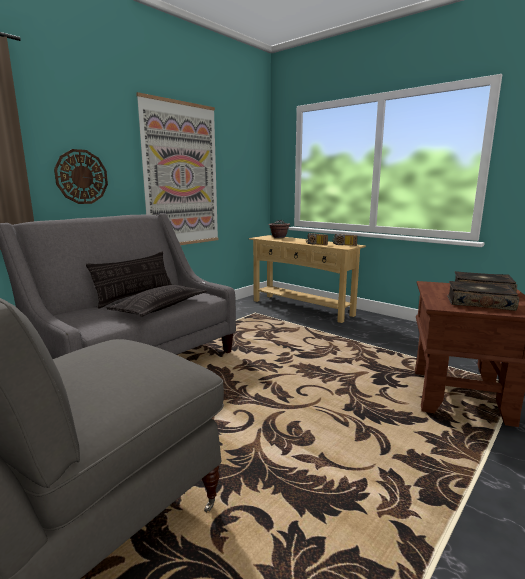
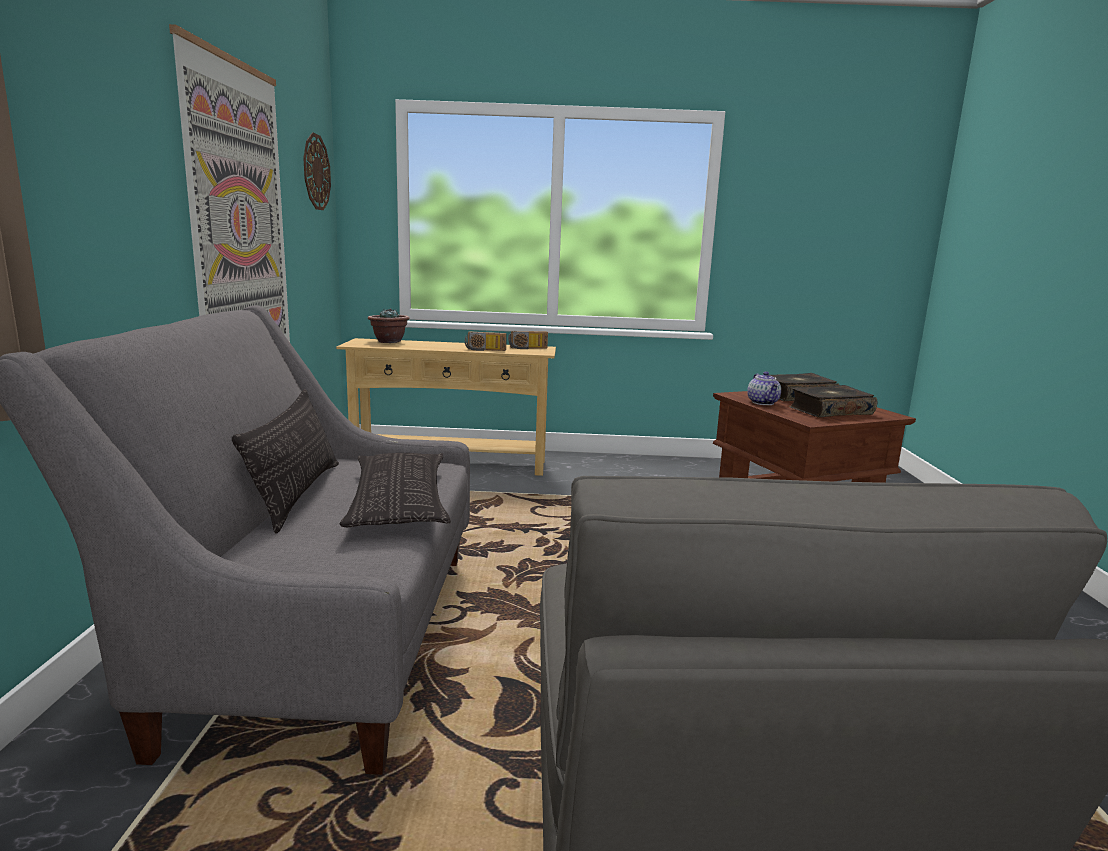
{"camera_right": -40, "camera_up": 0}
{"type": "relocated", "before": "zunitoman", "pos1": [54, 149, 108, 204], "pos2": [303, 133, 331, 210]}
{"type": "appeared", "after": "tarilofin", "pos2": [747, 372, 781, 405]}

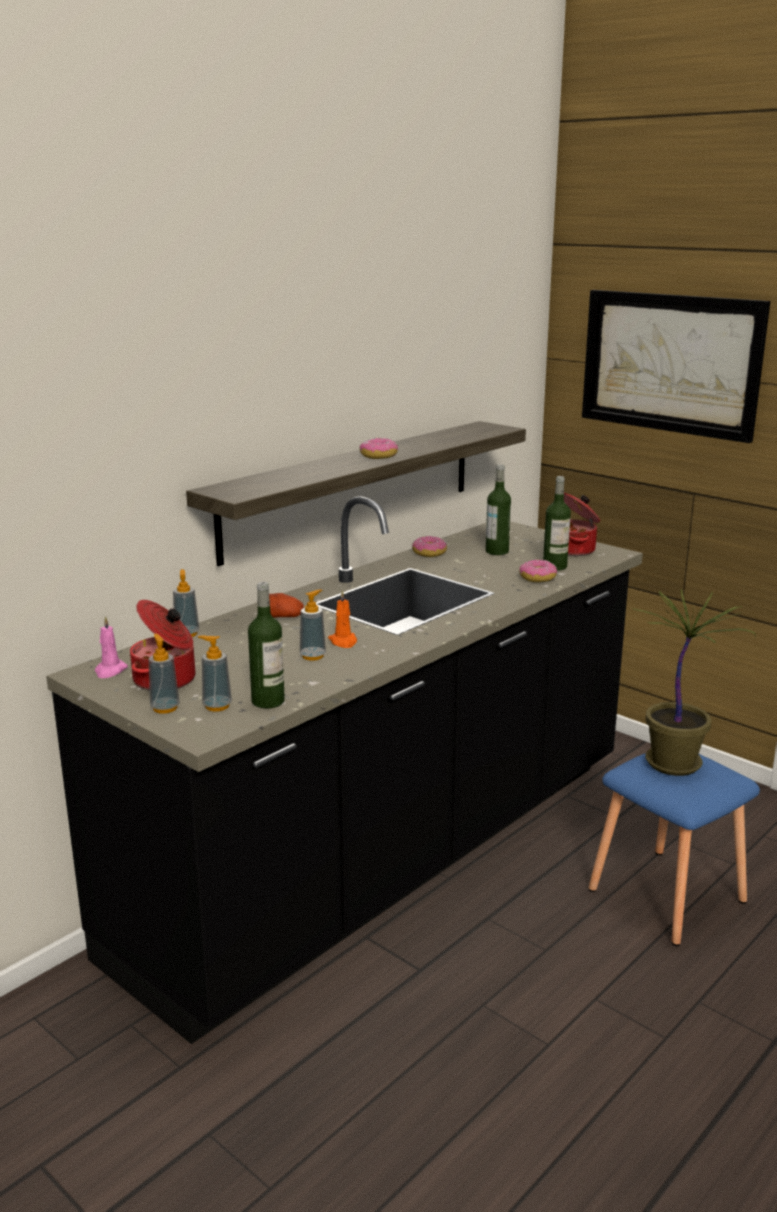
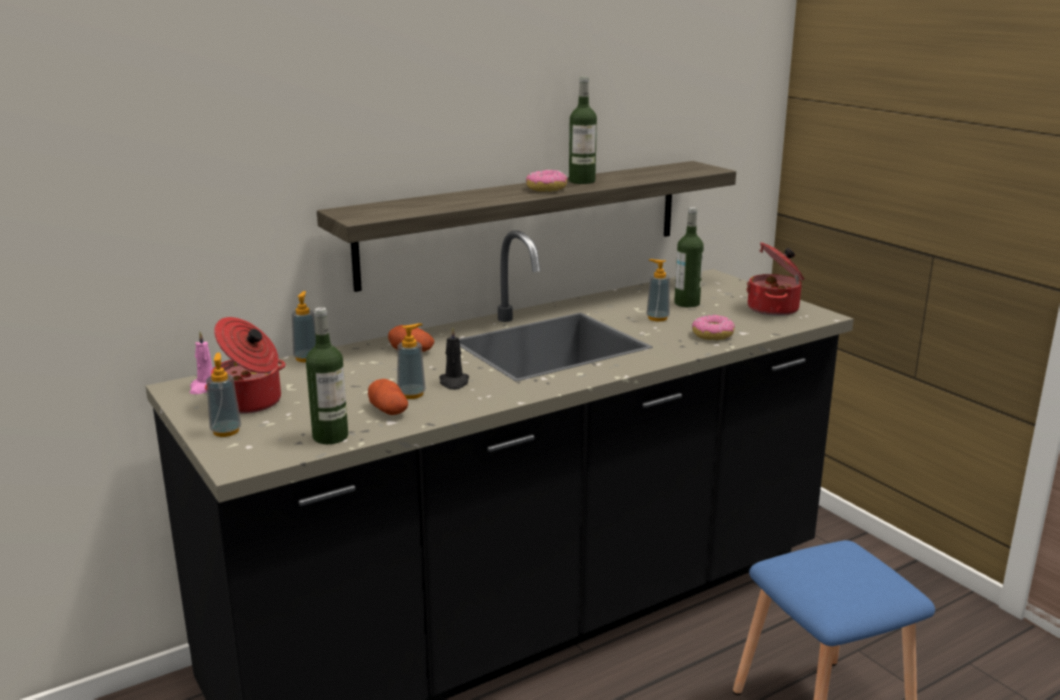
{"camera_right": 15, "camera_up": 0}
{"type": "relocated", "before": "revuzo", "pos1": [198, 635, 232, 712], "pos2": [646, 259, 670, 322]}
{"type": "colour", "before": "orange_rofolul", "after": "black_rofolul", "pos1": [328, 590, 357, 648], "pos2": [440, 326, 469, 390]}
{"type": "missing", "before": "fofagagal", "pos1": [412, 536, 447, 557]}
{"type": "relocated", "before": "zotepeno", "pos1": [543, 476, 571, 571], "pos2": [569, 77, 597, 184]}
{"type": "missing", "before": "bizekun", "pos1": [582, 290, 770, 443]}
{"type": "missing", "before": "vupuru", "pos1": [632, 589, 756, 776]}
{"type": "appeared", "after": "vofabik", "pos2": [368, 379, 408, 415]}

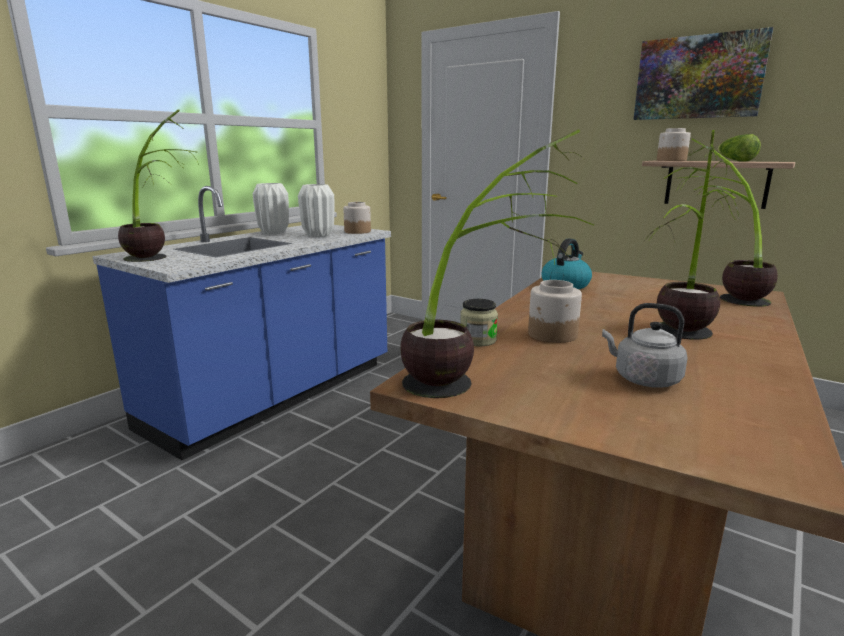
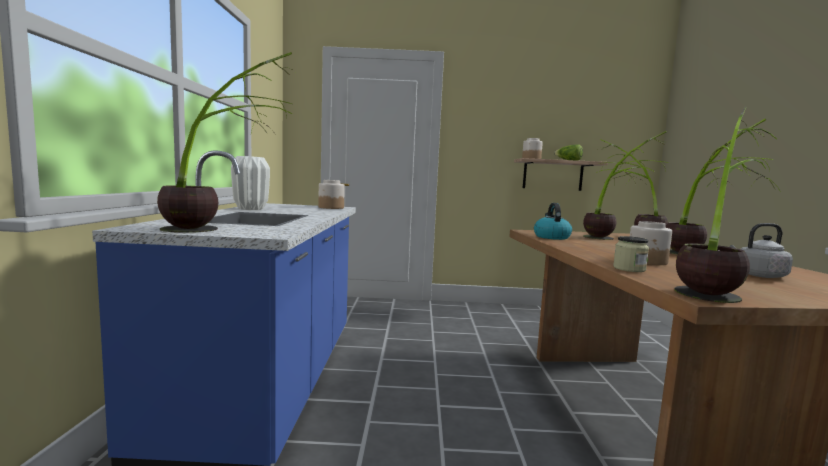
{"camera_right": -35, "camera_up": -10}
{"type": "missing", "before": "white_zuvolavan", "pos1": [298, 184, 334, 237]}
{"type": "missing", "before": "bizekun", "pos1": [633, 27, 774, 120]}
{"type": "appeared", "after": "vupuru", "pos2": [583, 131, 669, 240]}

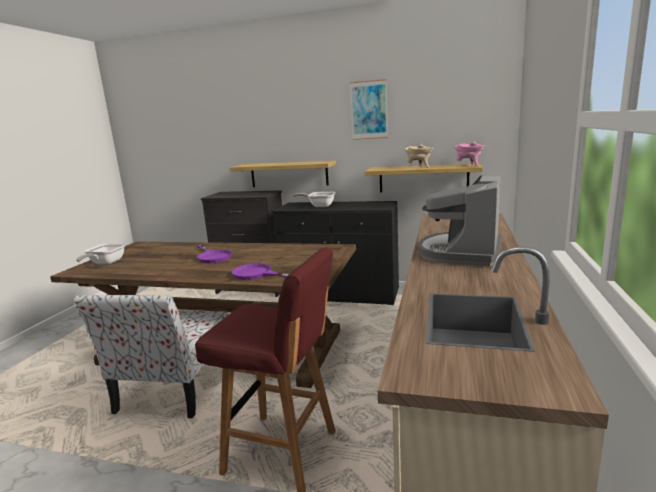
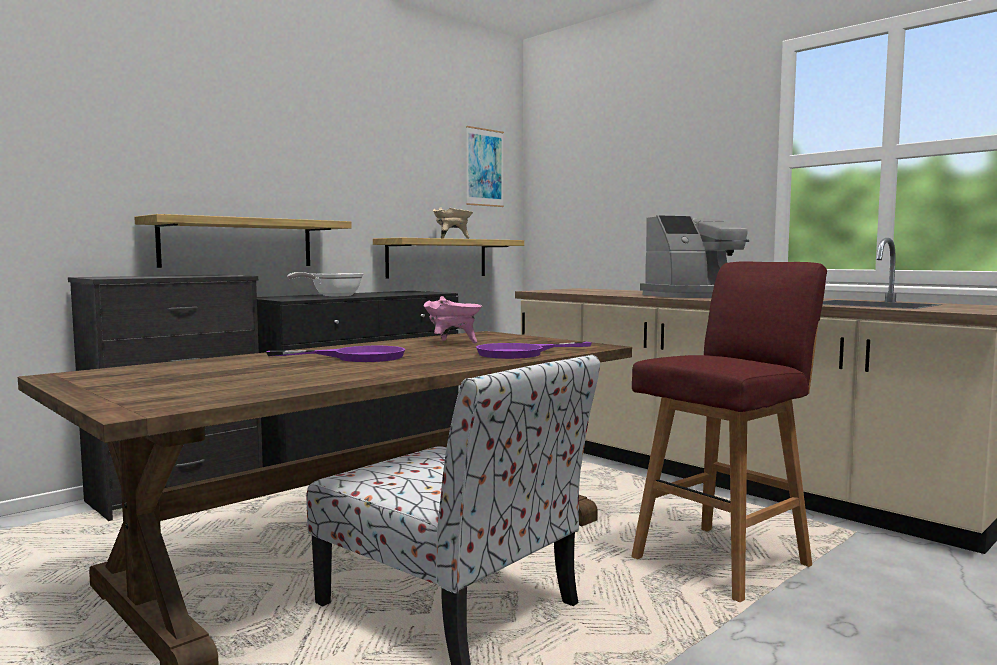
{"camera_right": -60, "camera_up": -10}
{"type": "missing", "before": "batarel", "pos1": [76, 243, 125, 264]}
{"type": "relocated", "before": "bizekun", "pos1": [350, 79, 388, 140], "pos2": [466, 126, 504, 207]}
{"type": "spun", "before": "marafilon", "pos1": [418, 175, 502, 266], "pos2": [640, 215, 749, 298], "turn": -75}
{"type": "relocated", "before": "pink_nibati", "pos1": [455, 141, 485, 166], "pos2": [423, 296, 482, 343]}

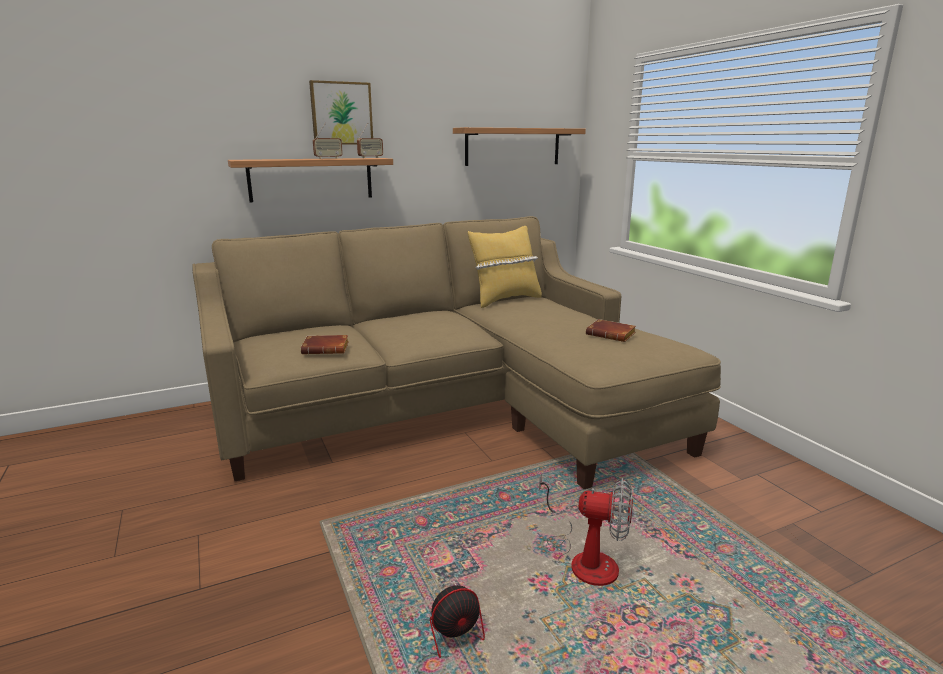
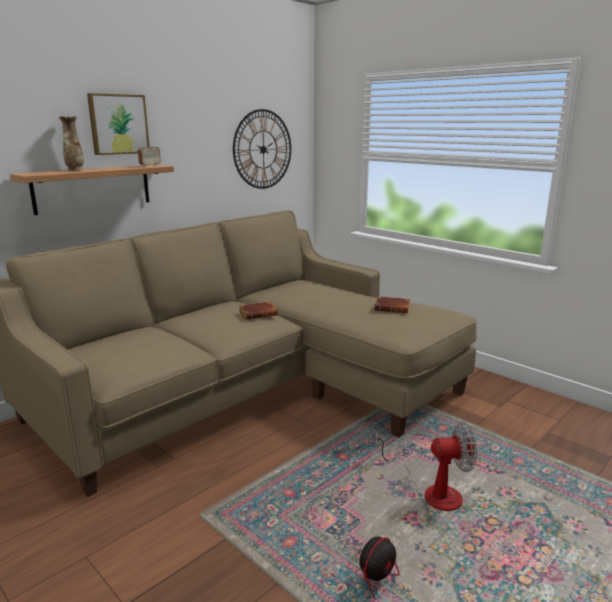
{"camera_right": -20, "camera_up": 0}
{"type": "relocated", "before": "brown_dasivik", "pos1": [301, 335, 349, 354], "pos2": [239, 301, 278, 320]}
{"type": "missing", "before": "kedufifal", "pos1": [313, 123, 343, 159]}
{"type": "exchanged", "before": "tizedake", "after": "zunitoman", "pos1": [453, 127, 586, 166], "pos2": [233, 109, 291, 189]}
{"type": "missing", "before": "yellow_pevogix", "pos1": [468, 226, 542, 308]}
{"type": "appeared", "after": "zuvolavan", "pos2": [59, 116, 84, 171]}

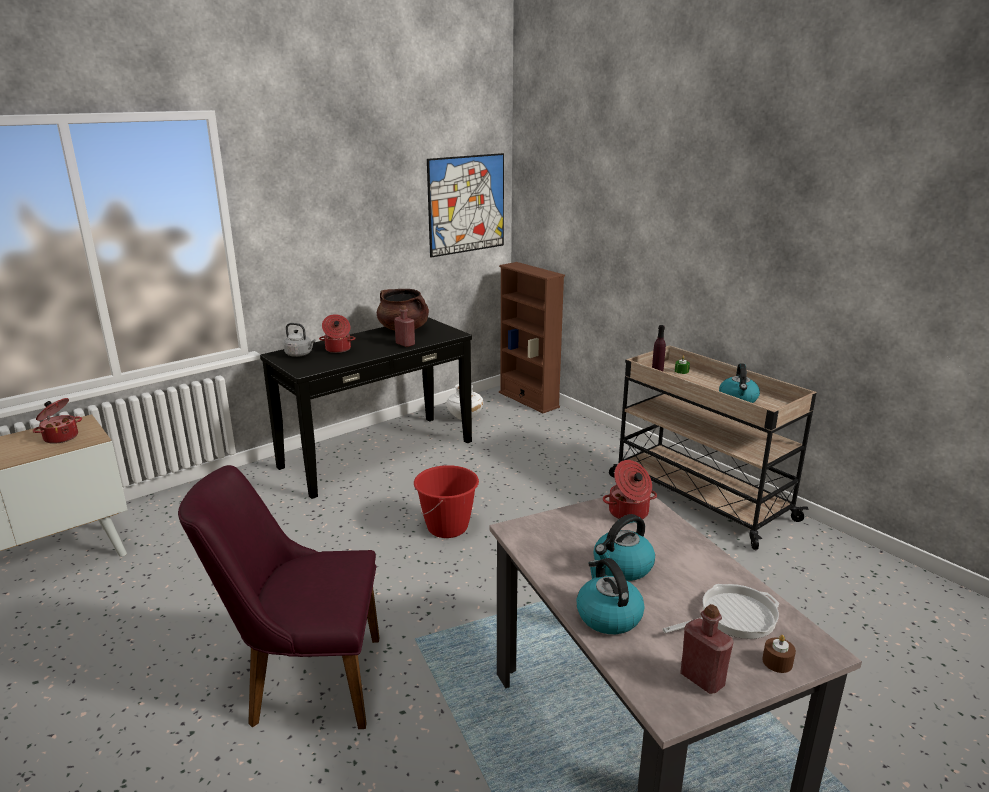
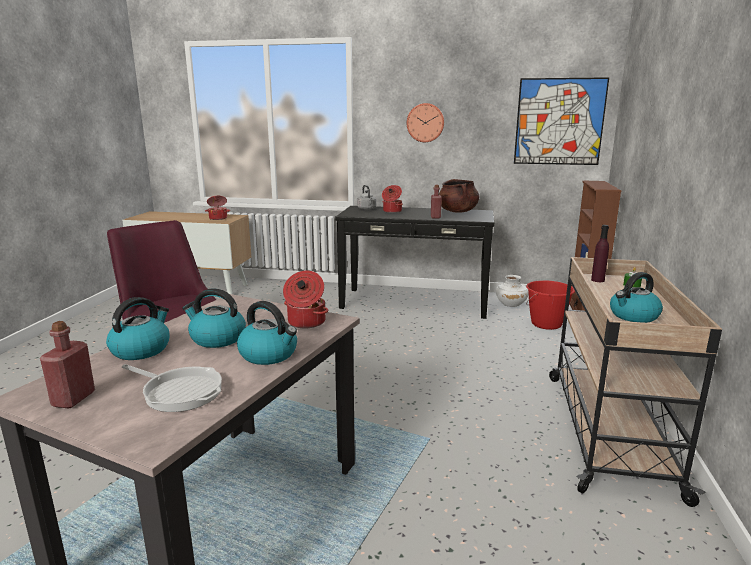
{"camera_right": 50, "camera_up": -5}
{"type": "relocated", "before": "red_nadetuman", "pos1": [414, 465, 479, 538], "pos2": [526, 280, 575, 330]}
{"type": "missing", "before": "brown_rofolul", "pos1": [762, 635, 796, 673]}
{"type": "appeared", "after": "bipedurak", "pos2": [237, 301, 297, 365]}
{"type": "appeared", "after": "zunitoman", "pos2": [407, 103, 444, 142]}

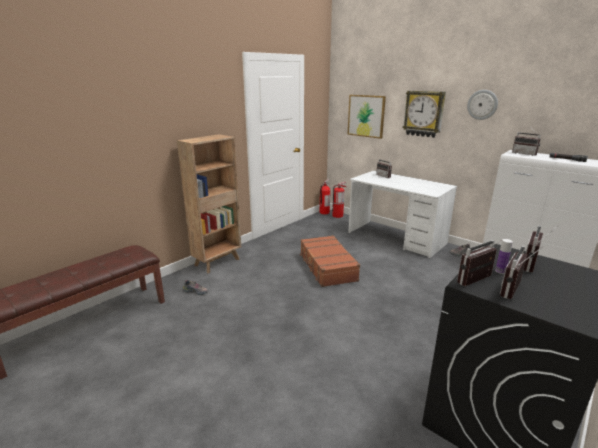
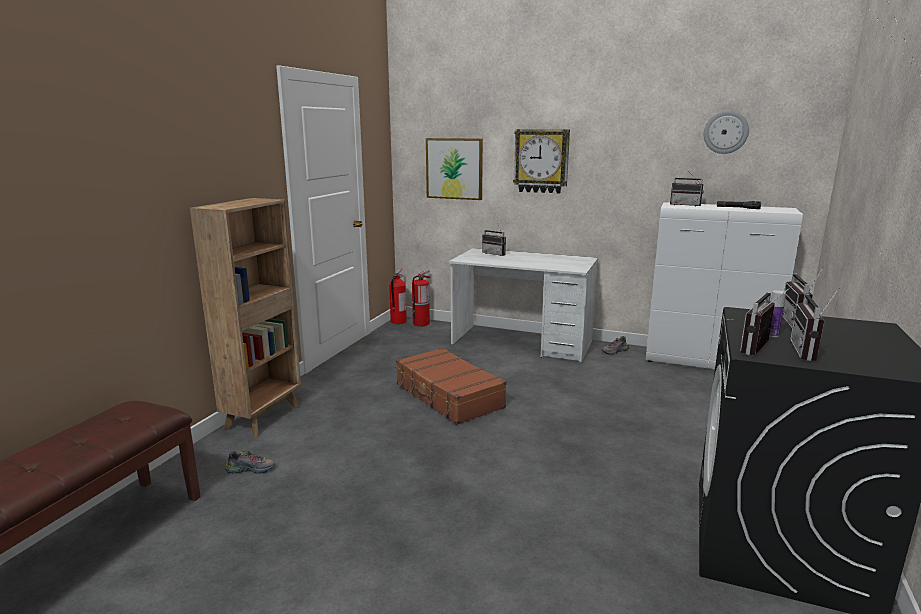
{"camera_right": -20, "camera_up": -5}
{"type": "relocated", "before": "zunitoman", "pos1": [467, 90, 498, 120], "pos2": [704, 111, 749, 154]}

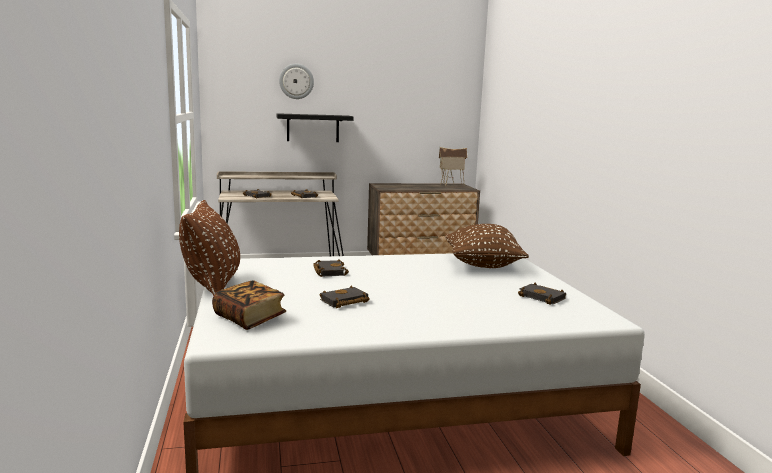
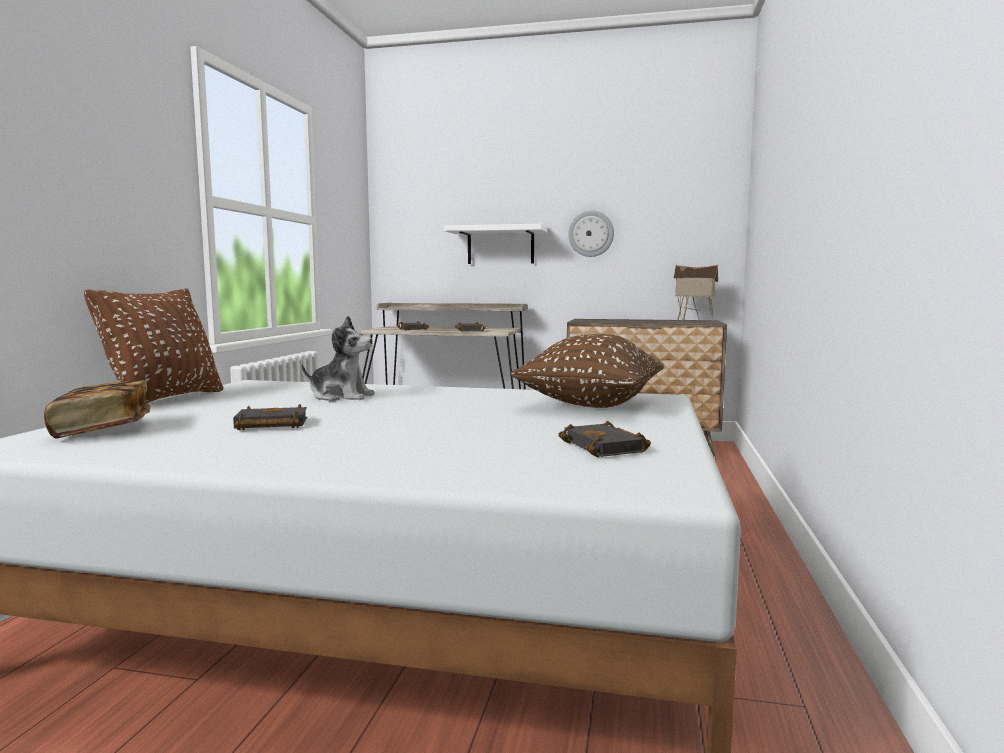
{"camera_right": 25, "camera_up": -5}
{"type": "colour", "before": "black_tizedake", "after": "white_tizedake", "pos1": [277, 113, 354, 142], "pos2": [444, 224, 548, 264]}
{"type": "relocated", "before": "zunitoman", "pos1": [279, 64, 314, 99], "pos2": [568, 211, 614, 257]}
{"type": "exchanged", "before": "black_dasivik", "after": "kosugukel", "pos1": [313, 259, 349, 277], "pos2": [301, 316, 375, 401]}

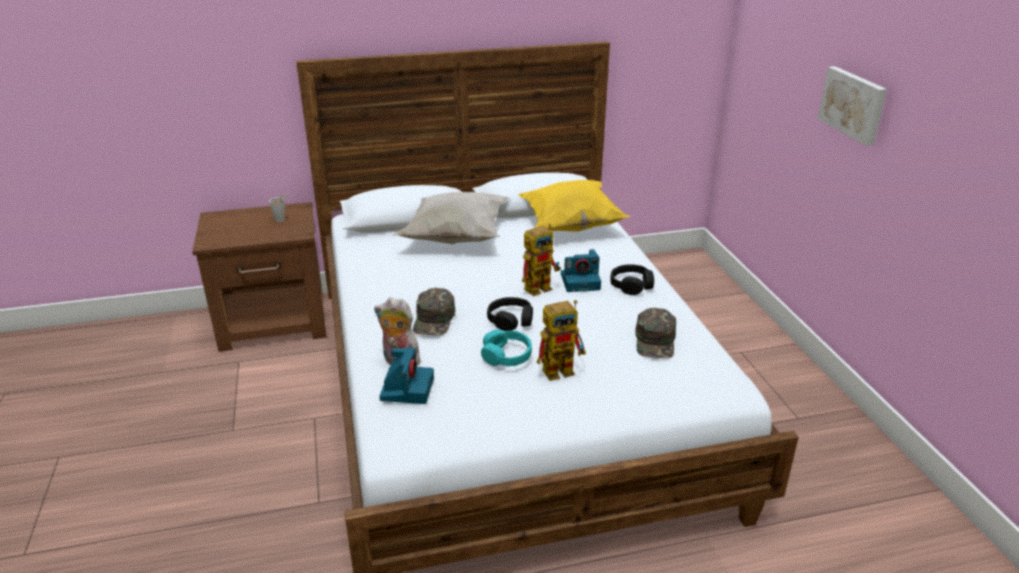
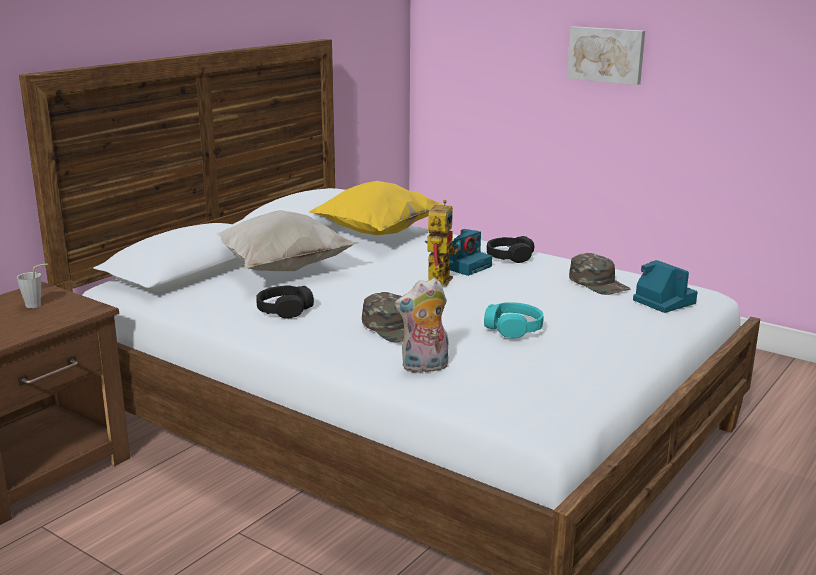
{"camera_right": -40, "camera_up": -10}
{"type": "relocated", "before": "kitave", "pos1": [379, 347, 434, 404], "pos2": [633, 260, 698, 313]}
{"type": "relocated", "before": "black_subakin", "pos1": [487, 297, 533, 331], "pos2": [256, 286, 314, 318]}
{"type": "missing", "before": "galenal", "pos1": [537, 300, 586, 381]}

